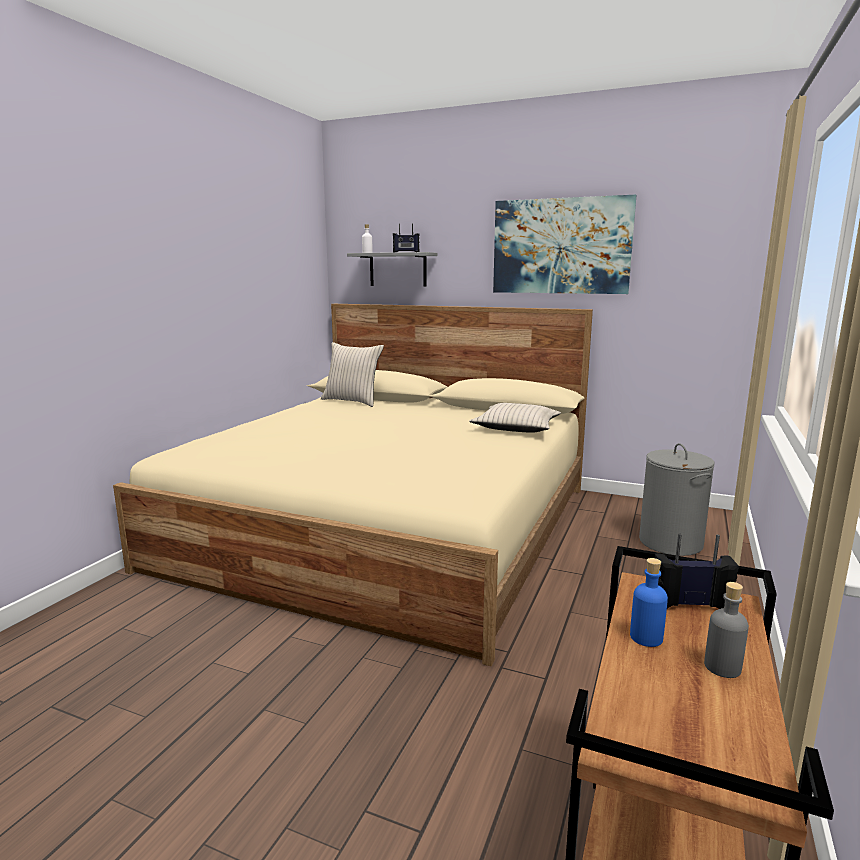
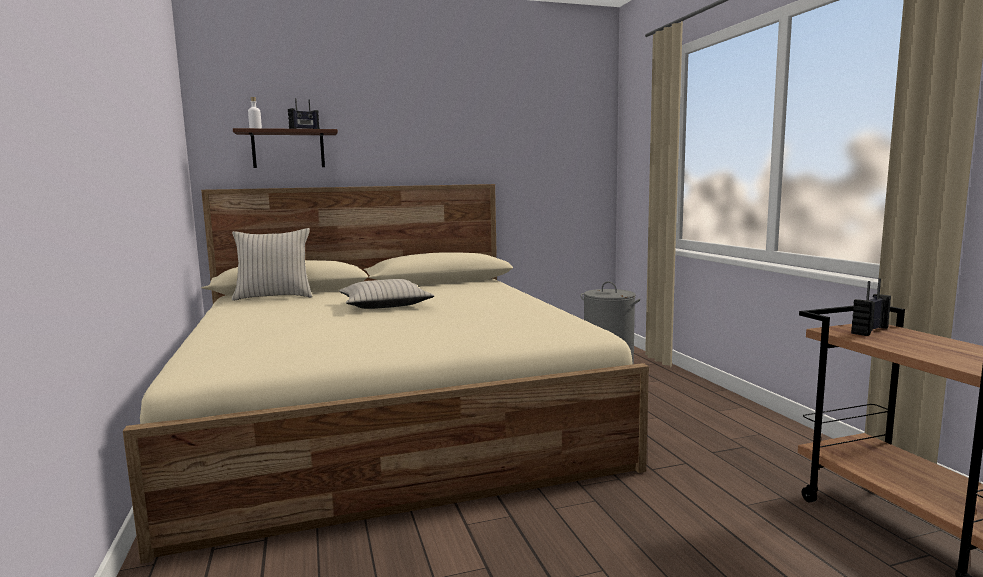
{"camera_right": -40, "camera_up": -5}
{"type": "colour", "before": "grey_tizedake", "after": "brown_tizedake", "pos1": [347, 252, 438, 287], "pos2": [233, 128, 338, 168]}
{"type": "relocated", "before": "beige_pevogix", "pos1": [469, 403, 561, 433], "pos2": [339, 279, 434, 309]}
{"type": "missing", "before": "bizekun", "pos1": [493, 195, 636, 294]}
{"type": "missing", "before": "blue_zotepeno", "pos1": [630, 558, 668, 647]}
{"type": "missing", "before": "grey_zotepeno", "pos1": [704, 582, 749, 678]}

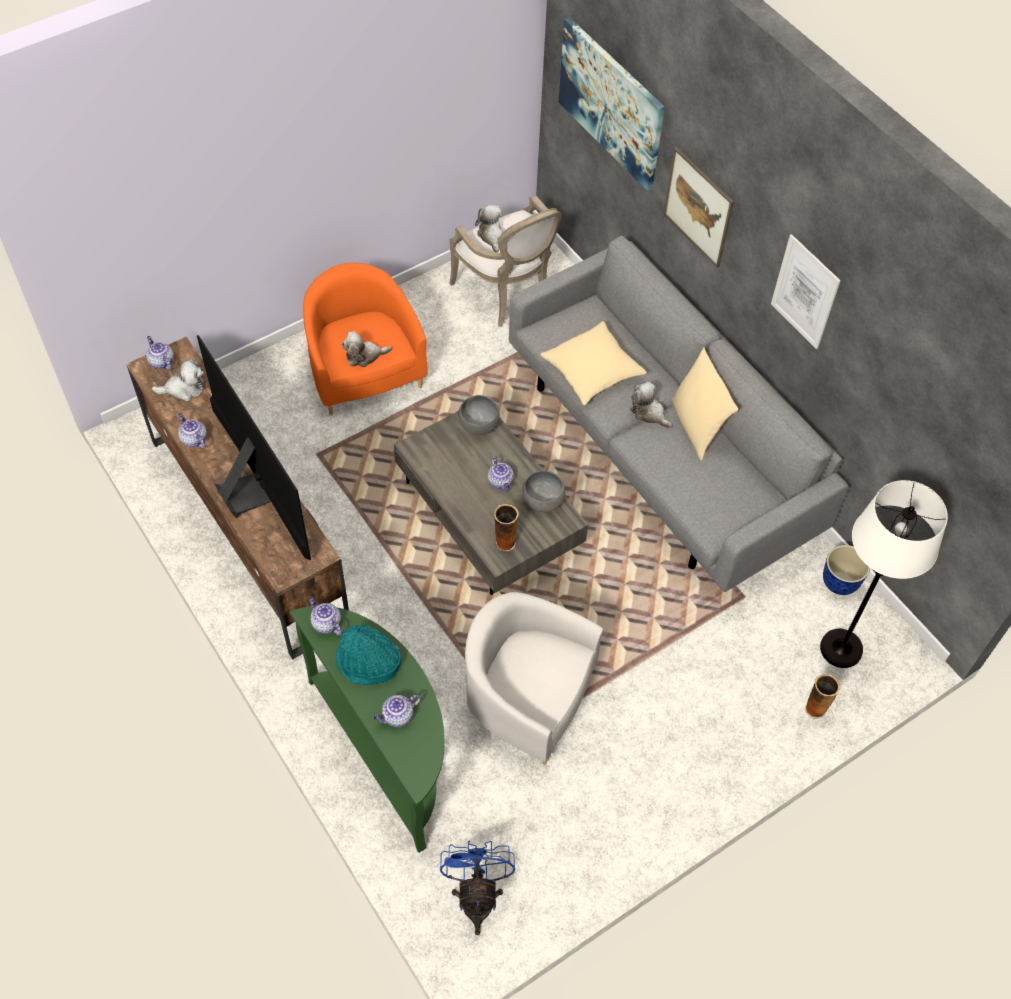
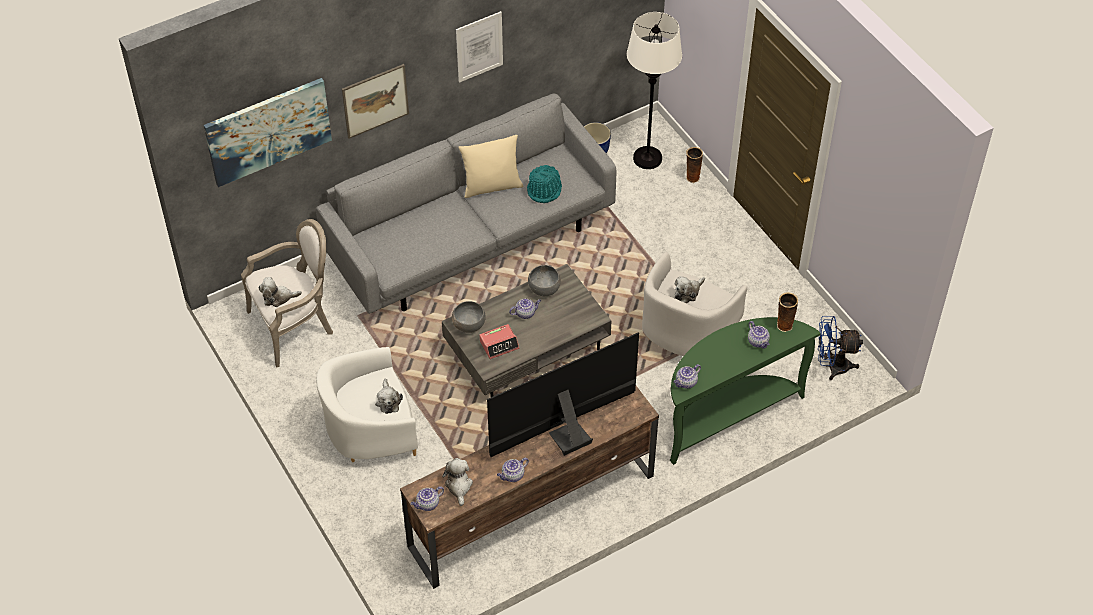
{"camera_right": -85, "camera_up": -5}
{"type": "colour", "before": "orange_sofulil", "after": "white_sofulil", "pos1": [303, 263, 427, 415], "pos2": [316, 347, 418, 462]}
{"type": "relocated", "before": "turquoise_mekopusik", "pos1": [336, 624, 401, 685], "pos2": [527, 165, 562, 203]}
{"type": "relocated", "before": "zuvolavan", "pos1": [494, 504, 519, 551], "pos2": [777, 292, 798, 332]}
{"type": "missing", "before": "beige_pevogix", "pos1": [540, 321, 647, 405]}
{"type": "relocated", "before": "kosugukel", "pos1": [630, 382, 672, 428], "pos2": [675, 276, 705, 303]}
{"type": "appeared", "after": "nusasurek", "pos2": [479, 324, 519, 359]}

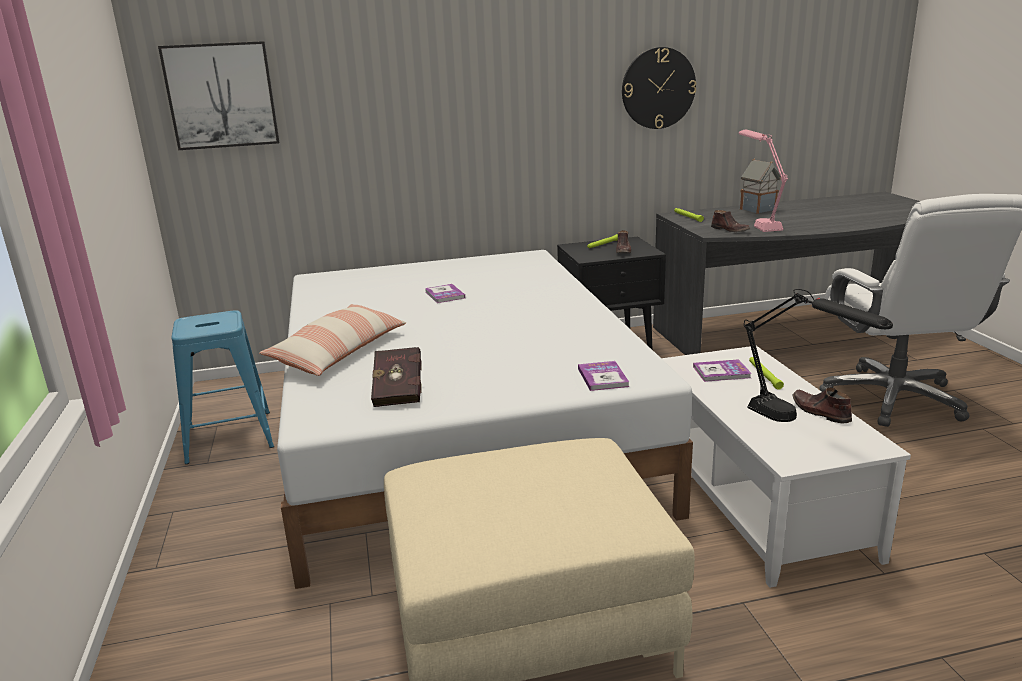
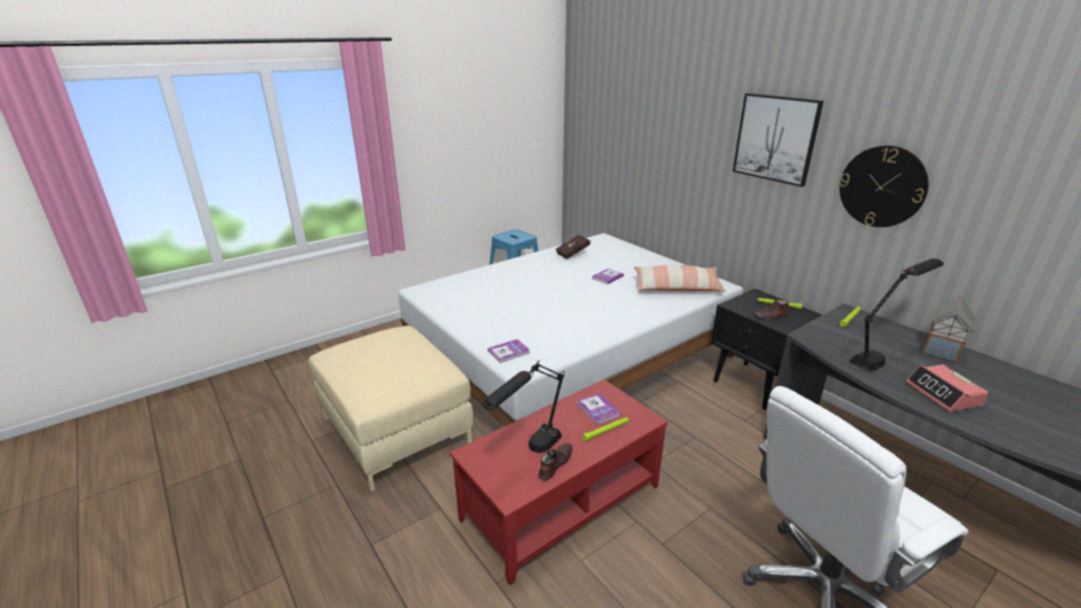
{"camera_right": 65, "camera_up": 5}
{"type": "relocated", "before": "bizekun", "pos1": [158, 41, 279, 150], "pos2": [733, 93, 824, 187]}
{"type": "relocated", "before": "pevogix", "pos1": [259, 304, 406, 376], "pos2": [634, 265, 726, 292]}
{"type": "relocated", "before": "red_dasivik", "pos1": [371, 347, 422, 407], "pos2": [555, 235, 591, 259]}
{"type": "colour", "before": "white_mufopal", "after": "red_mufopal", "pos1": [661, 346, 911, 588], "pos2": [450, 379, 668, 585]}
{"type": "missing", "before": "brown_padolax", "pos1": [711, 210, 750, 232]}
{"type": "colour", "before": "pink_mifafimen", "after": "black_mifafimen", "pos1": [739, 130, 788, 232], "pos2": [850, 258, 944, 372]}
{"type": "appeared", "after": "nusasurek", "pos2": [906, 365, 988, 412]}

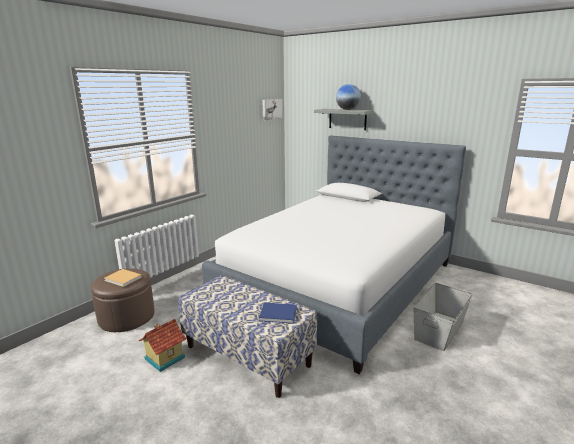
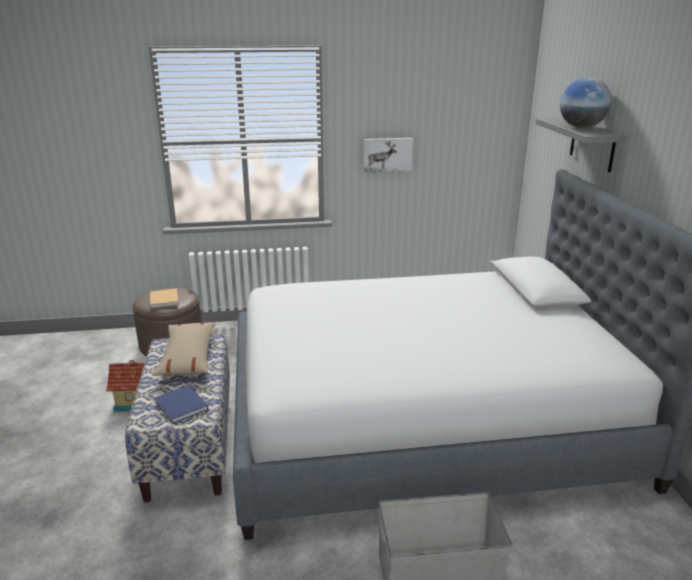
{"camera_right": 45, "camera_up": 5}
{"type": "relocated", "before": "bizekun", "pos1": [262, 99, 283, 120], "pos2": [364, 138, 413, 173]}
{"type": "appeared", "after": "beige_pevogix", "pos2": [152, 323, 216, 376]}

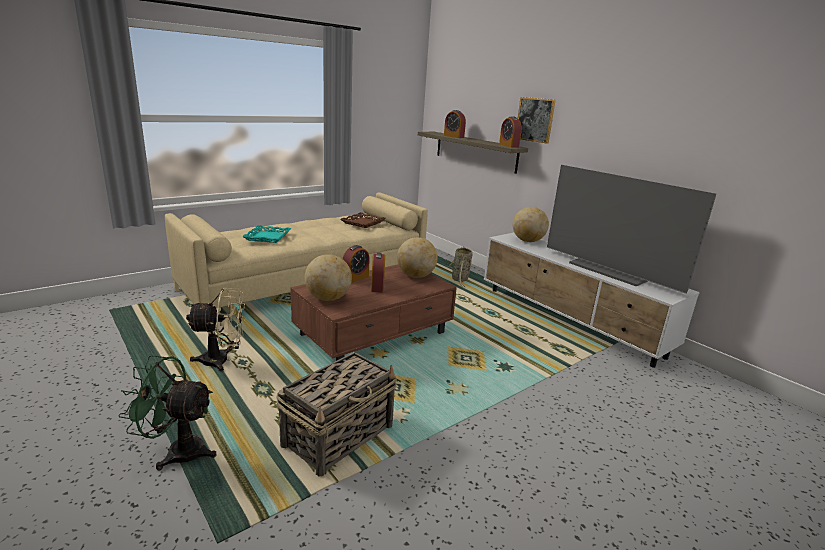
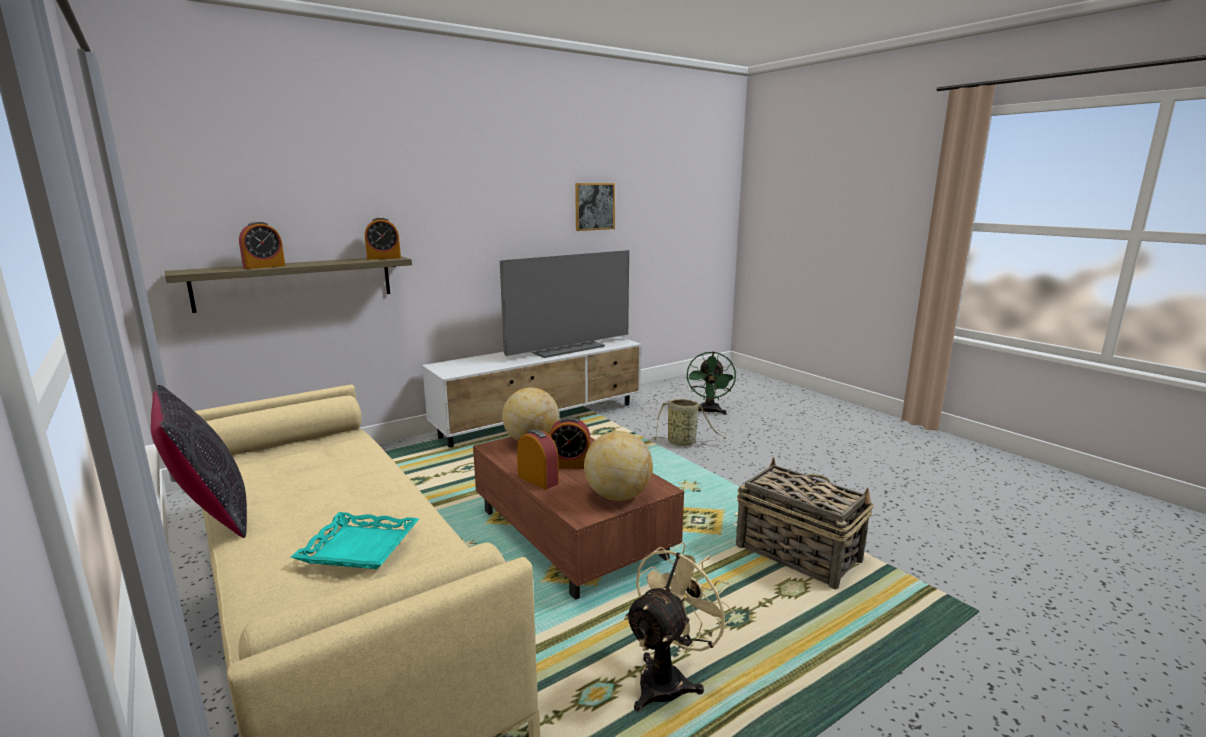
{"camera_right": -85, "camera_up": -5}
{"type": "relocated", "before": "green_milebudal", "pos1": [118, 355, 217, 470], "pos2": [686, 351, 736, 415]}
{"type": "spun", "before": "beige_milebudal", "pos1": [186, 288, 245, 371], "pos2": [624, 542, 736, 712], "turn": 45}
{"type": "missing", "before": "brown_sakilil", "pos1": [341, 212, 386, 228]}
{"type": "relocated", "before": "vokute", "pos1": [448, 247, 473, 288], "pos2": [652, 399, 726, 446]}
{"type": "missing", "before": "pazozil", "pos1": [513, 207, 549, 242]}
{"type": "relocated", "before": "bizekun", "pos1": [518, 97, 556, 144], "pos2": [575, 183, 615, 231]}
{"type": "appeared", "after": "black_pevogix", "pos2": [151, 385, 247, 538]}

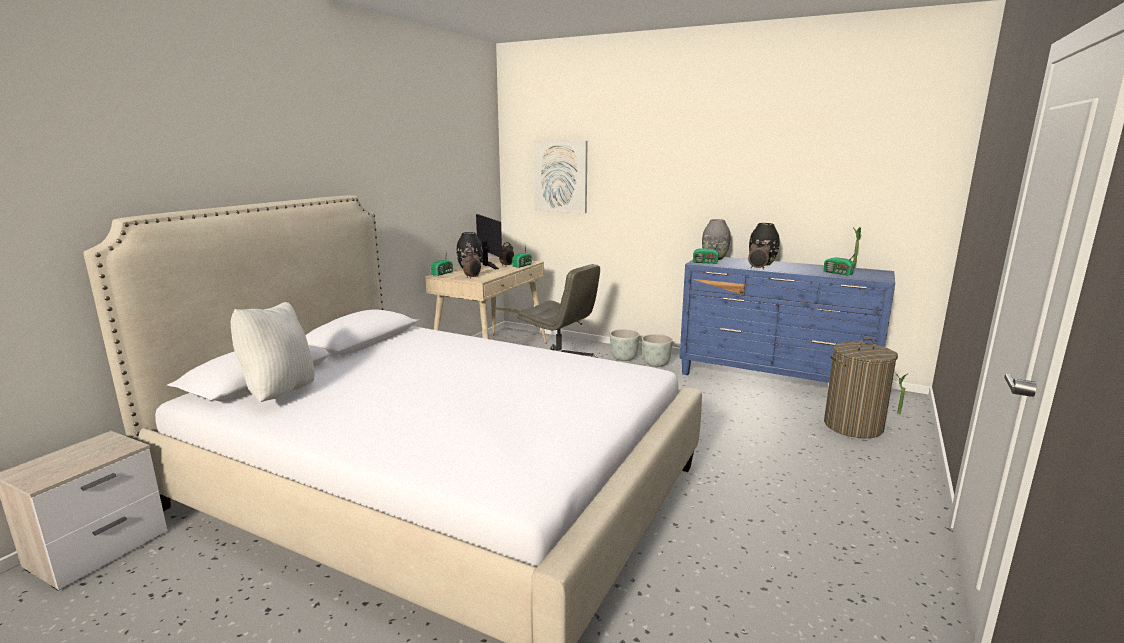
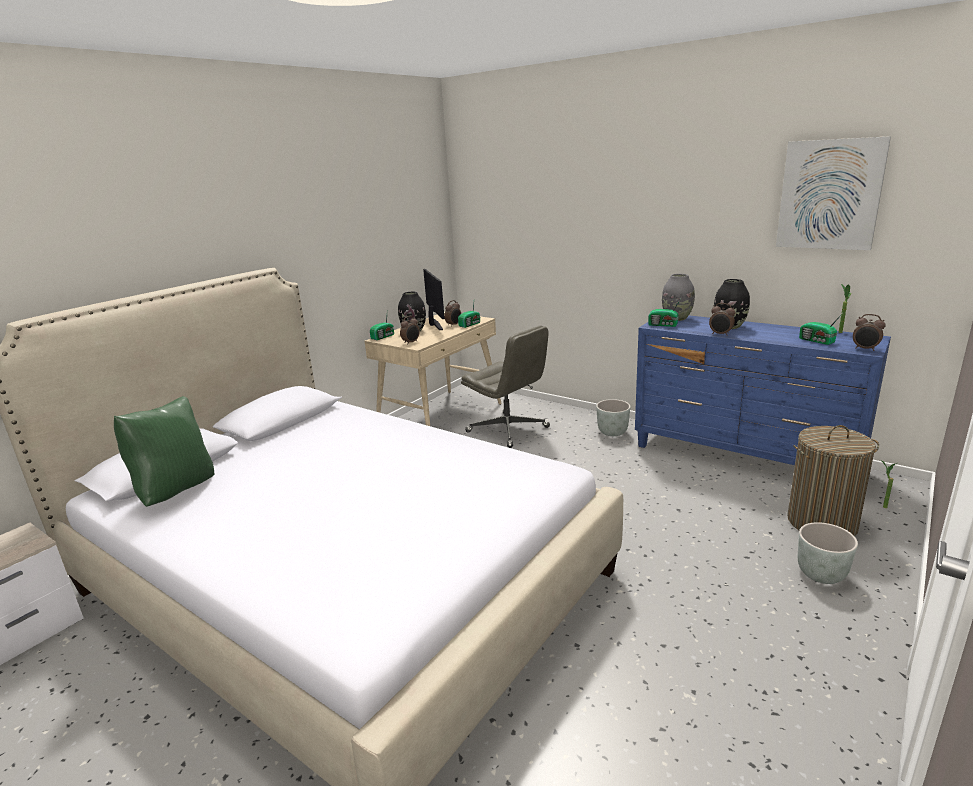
{"camera_right": 10, "camera_up": 5}
{"type": "colour", "before": "white_pevogix", "after": "green_pevogix", "pos1": [231, 302, 314, 402], "pos2": [114, 396, 214, 507]}
{"type": "relocated", "before": "bizekun", "pos1": [533, 141, 588, 213], "pos2": [776, 136, 891, 250]}
{"type": "relocated", "before": "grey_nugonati", "pos1": [610, 329, 640, 361], "pos2": [798, 522, 858, 584]}
{"type": "appeared", "after": "nusasurek", "pos2": [853, 314, 886, 351]}

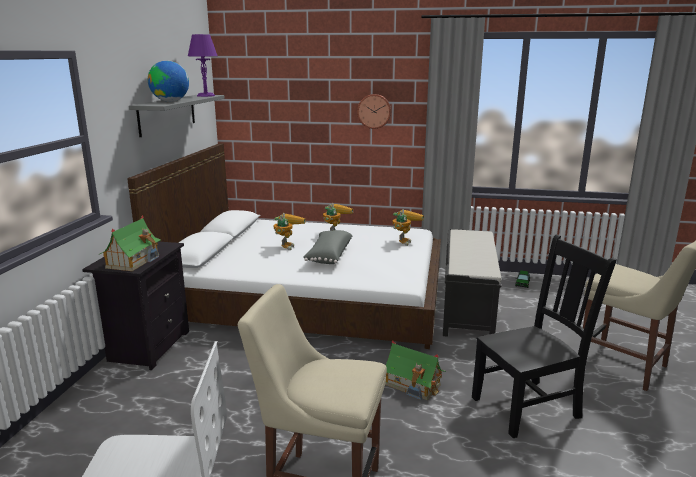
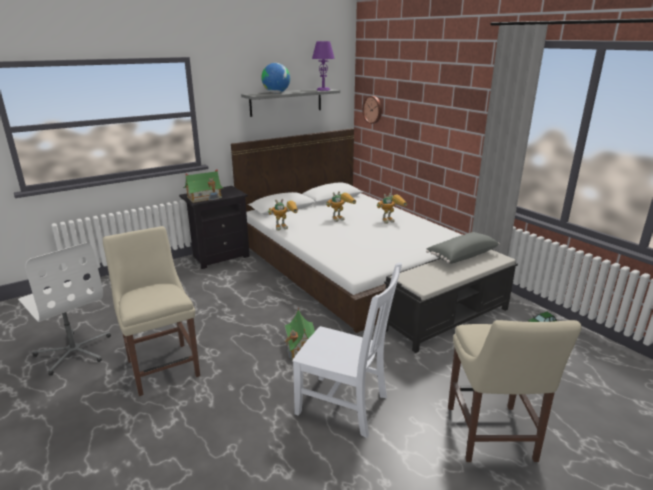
{"camera_right": 45, "camera_up": 5}
{"type": "relocated", "before": "grey_pevogix", "pos1": [303, 230, 352, 264], "pos2": [426, 232, 500, 264]}
{"type": "relocated", "before": "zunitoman", "pos1": [357, 94, 391, 129], "pos2": [362, 96, 382, 124]}
{"type": "relocated", "before": "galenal", "pos1": [393, 209, 424, 246], "pos2": [268, 199, 298, 231]}
{"type": "colour", "before": "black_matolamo", "after": "white_matolamo", "pos1": [472, 234, 617, 438], "pos2": [292, 262, 402, 438]}

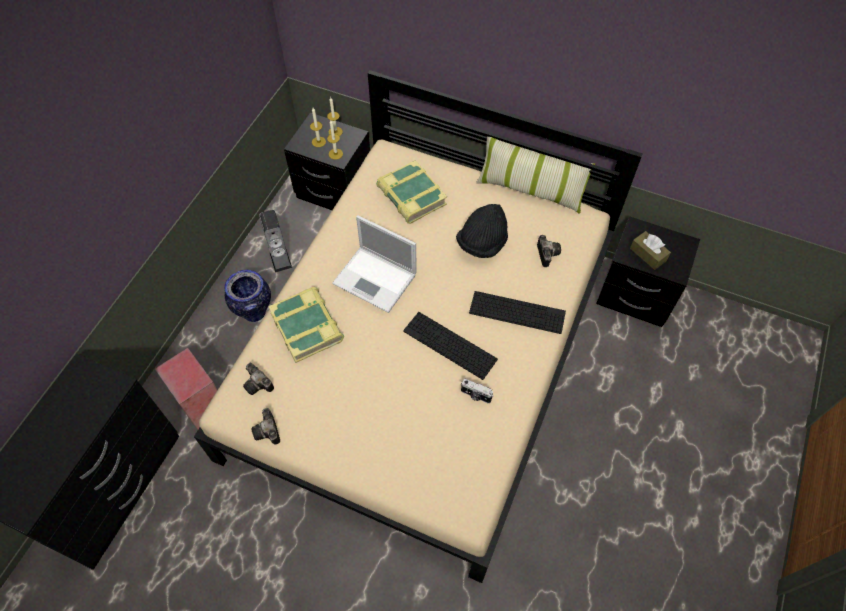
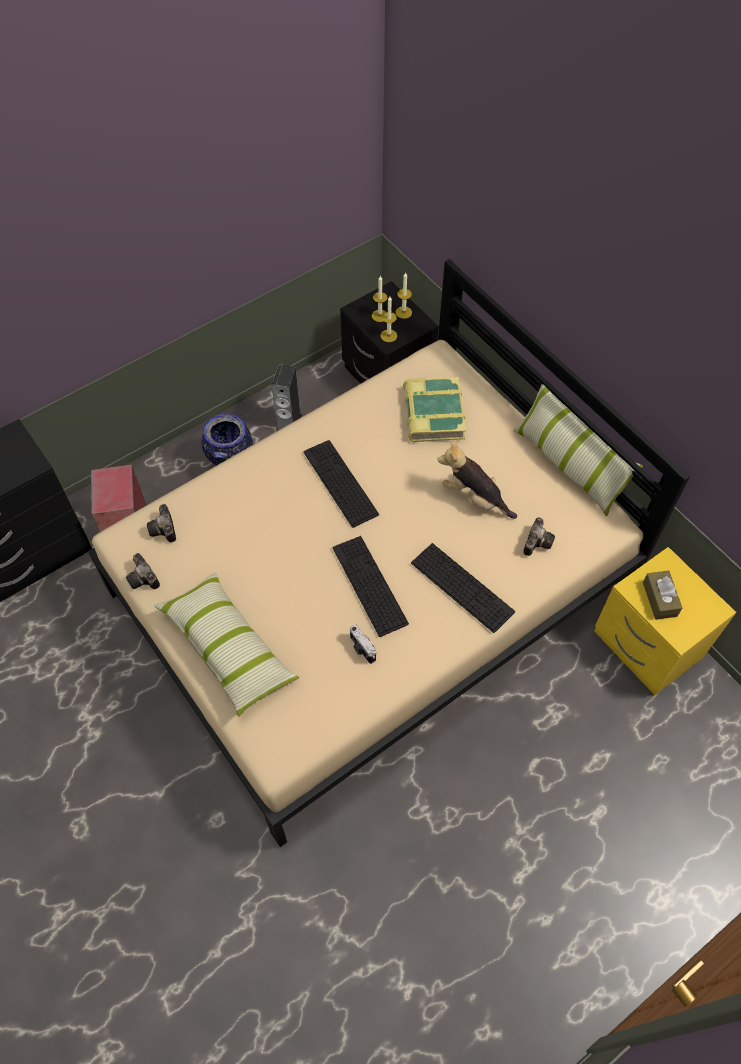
{"camera_right": 30, "camera_up": 0}
{"type": "spun", "before": "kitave", "pos1": [252, 408, 280, 445], "pos2": [126, 553, 160, 589], "turn": -45}
{"type": "missing", "before": "dasivik", "pos1": [268, 287, 344, 363]}
{"type": "exchanged", "before": "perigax", "after": "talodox", "pos1": [332, 215, 417, 313], "pos2": [303, 440, 379, 528]}
{"type": "exchanged", "before": "black_mekopusik", "after": "kosugukel", "pos1": [456, 204, 508, 258], "pos2": [437, 440, 517, 519]}
{"type": "colour", "before": "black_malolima", "after": "yellow_malolima", "pos1": [596, 216, 700, 327], "pos2": [594, 547, 736, 695]}
{"type": "appeared", "after": "pevogix", "pos2": [154, 573, 299, 717]}

